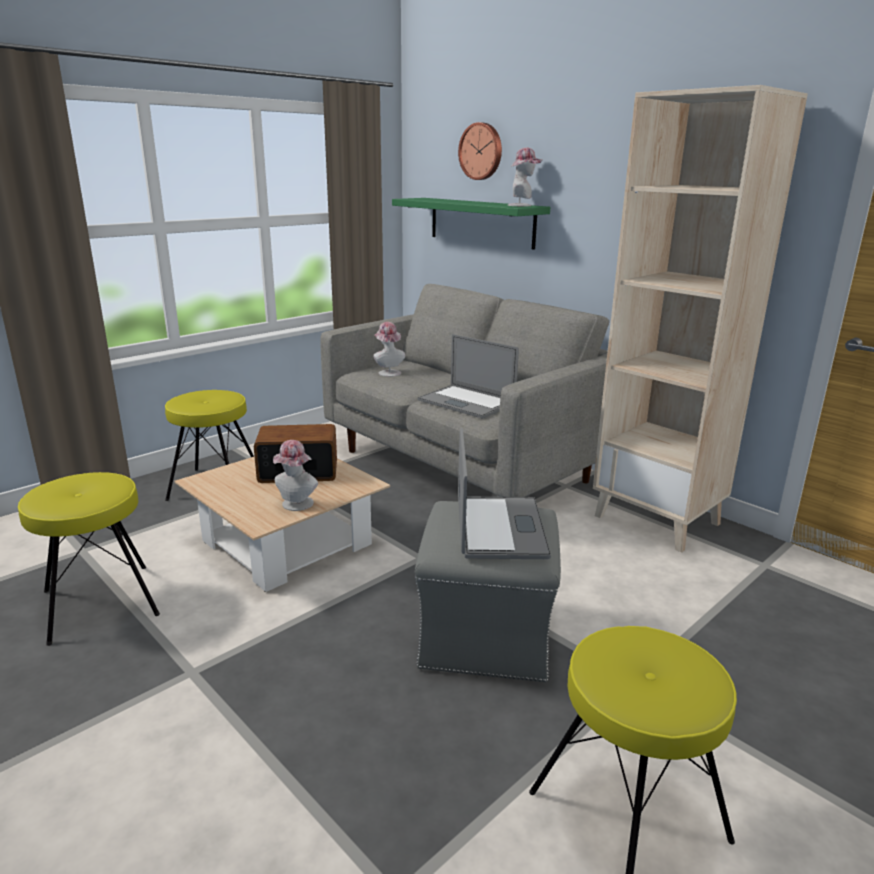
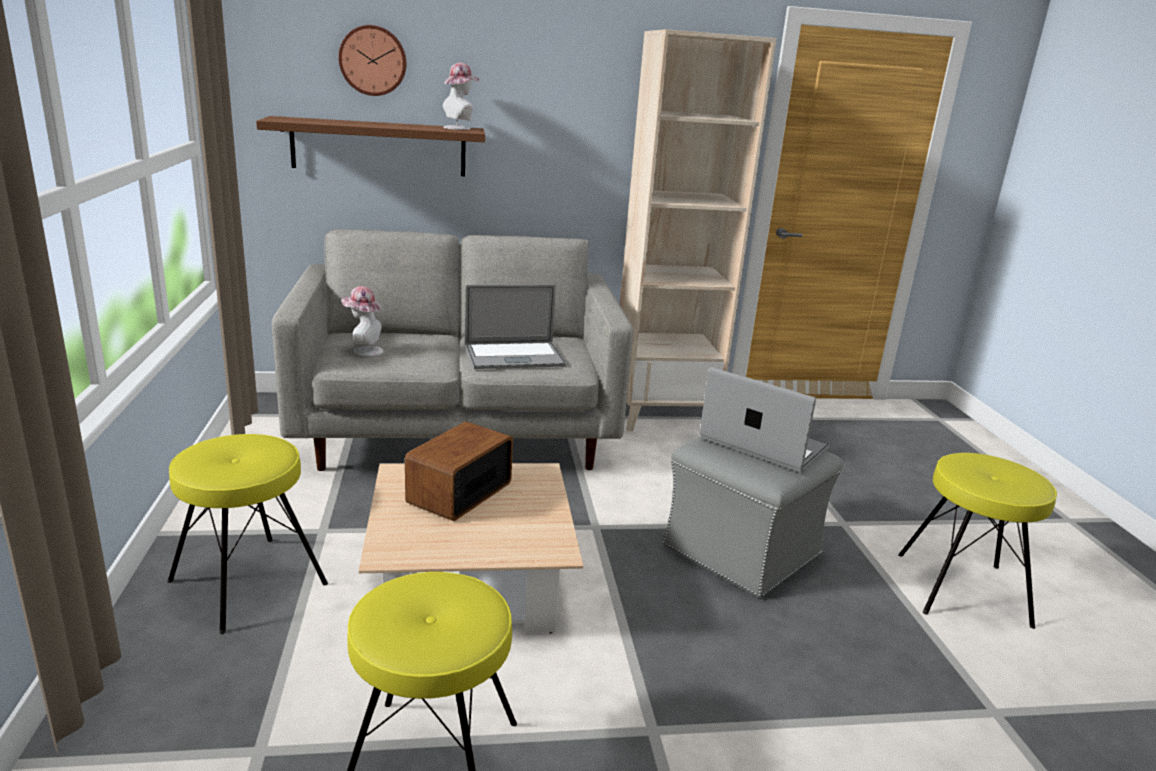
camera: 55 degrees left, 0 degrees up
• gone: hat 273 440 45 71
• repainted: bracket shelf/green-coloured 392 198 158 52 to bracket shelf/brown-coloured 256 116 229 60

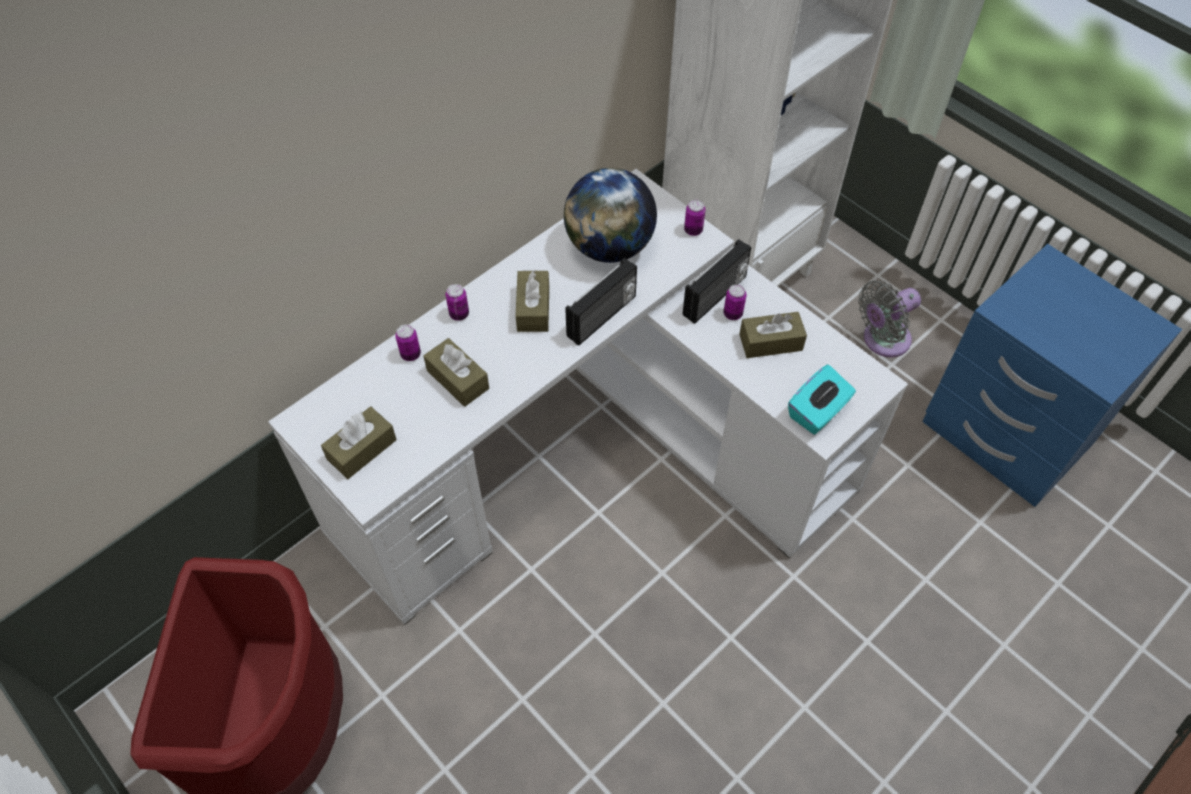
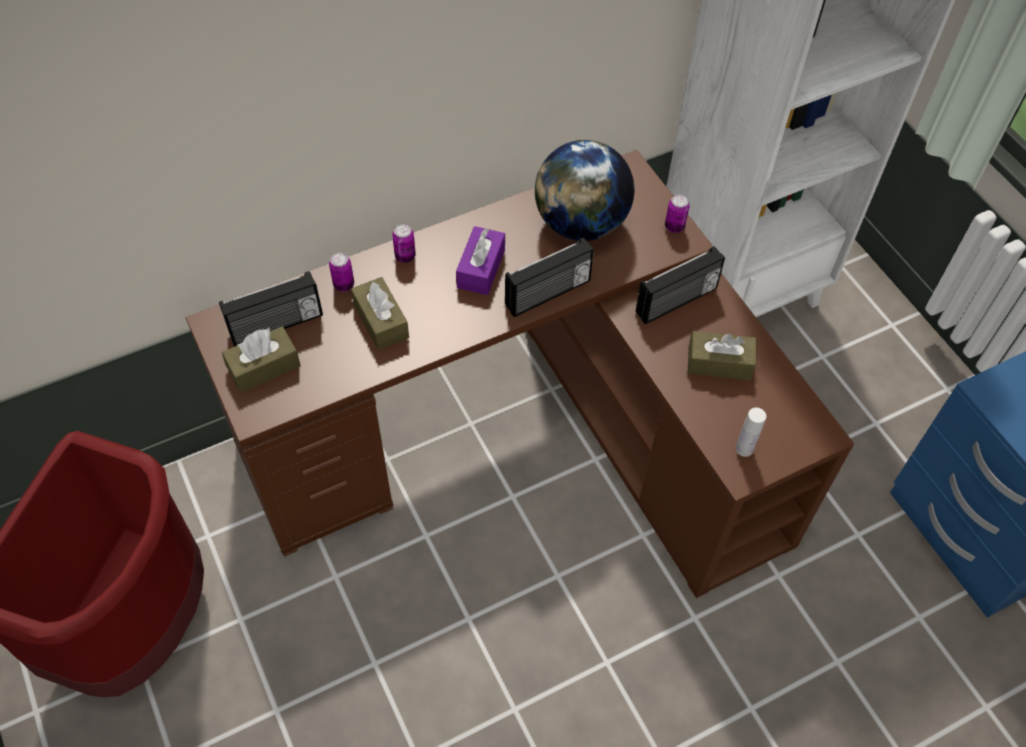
camera: 15 degrees right, 0 degrees up
• gone: can 723 284 23 36
• gone: fan/gray 858 281 63 76
• new: radio set 219 271 104 75
• swapped: box of tissues/turquoise 788 365 68 69 to bottle/white-coloured 735 408 31 49
• repainted: desk/white-coloured 268 169 640 456 to desk/brown-coloured 185 150 669 448
• repainted: box of tissues/brown-coloured 516 270 33 62 to box of tissues/purple-coloured 456 226 49 69

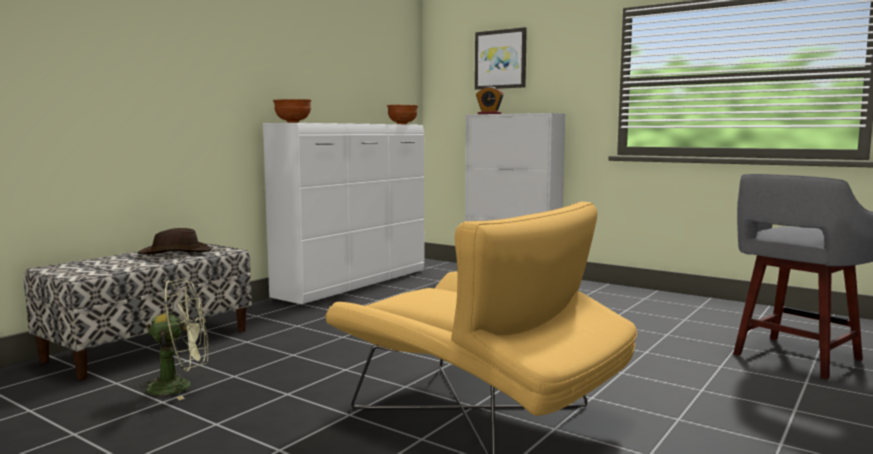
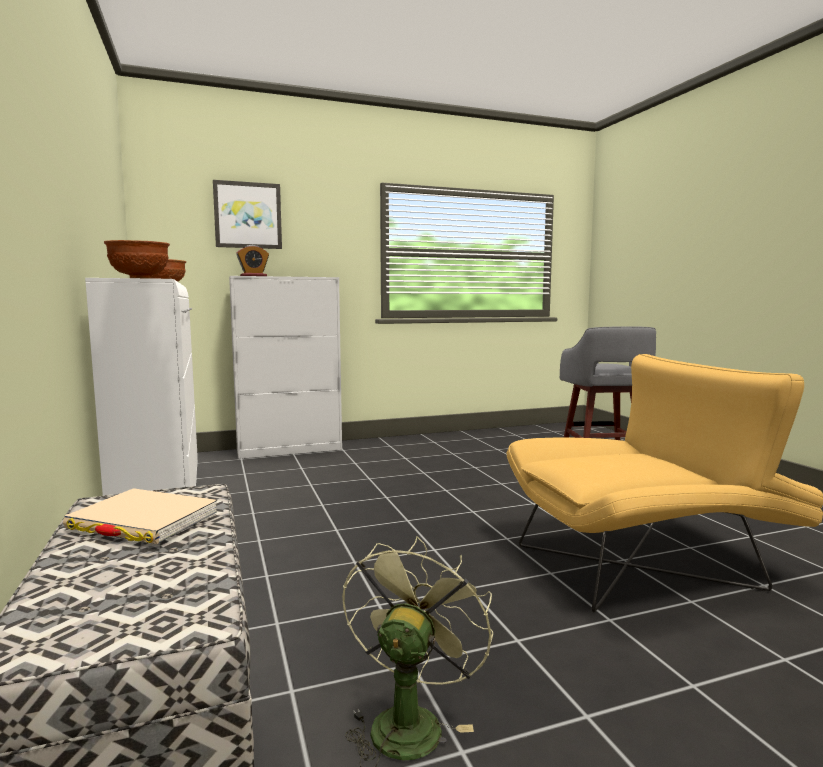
camera: 55 degrees left, 0 degrees up
• swapped: hat/brown-coloured 138 228 73 26 to bound book/sand-coloured 63 488 154 56

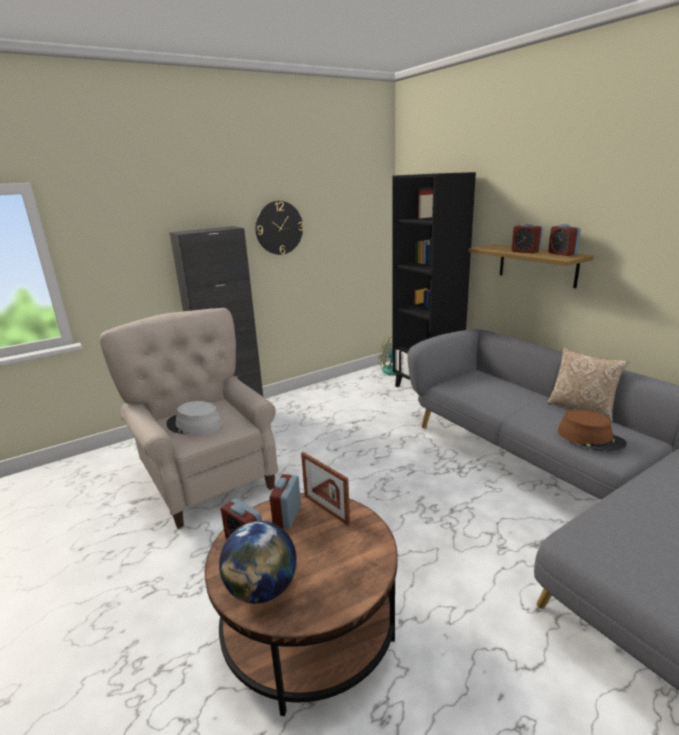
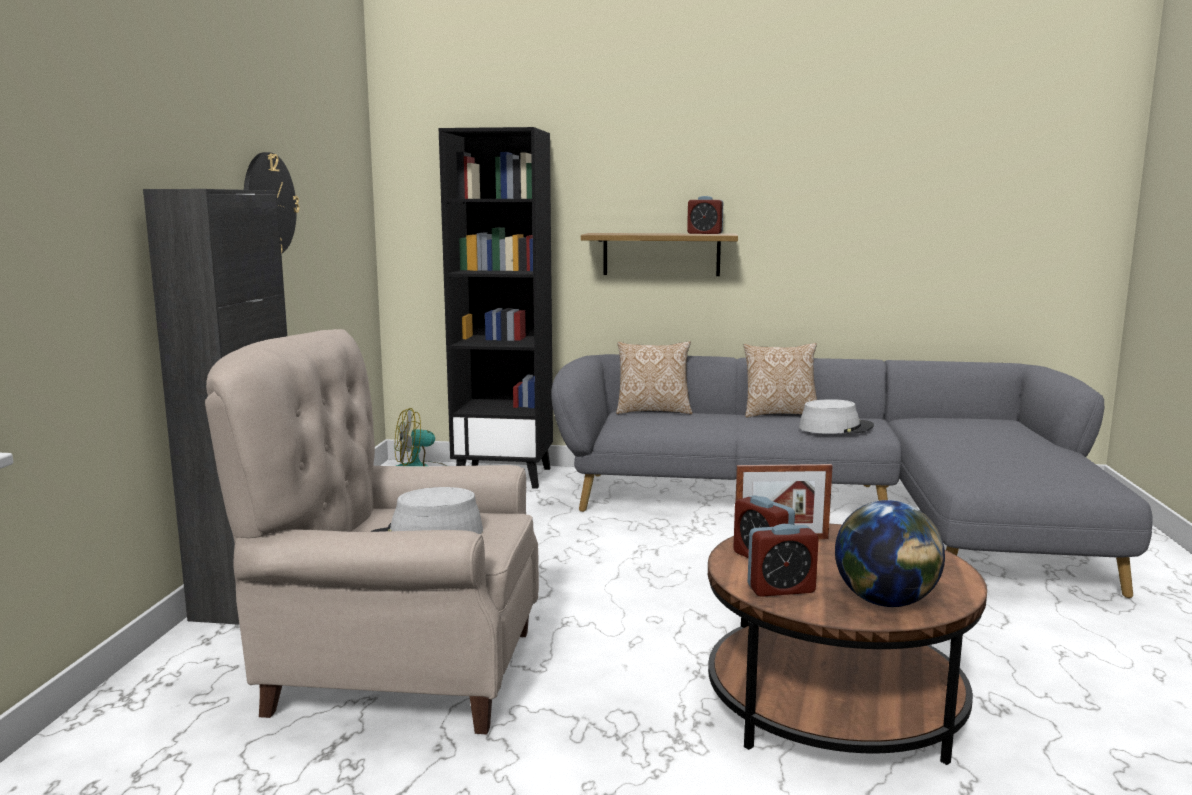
camera: 50 degrees left, 10 degrees down
• gone: table clock 511 223 32 31
• new: cushion 616 341 77 73
• repainted: hat/brown-coloured 558 410 69 42 to hat/gray 799 399 75 35

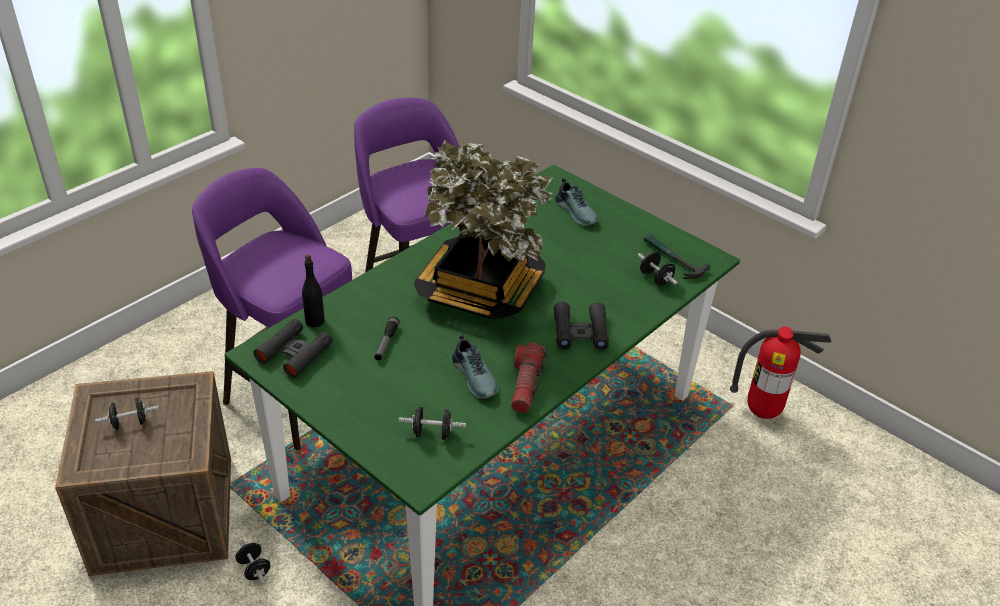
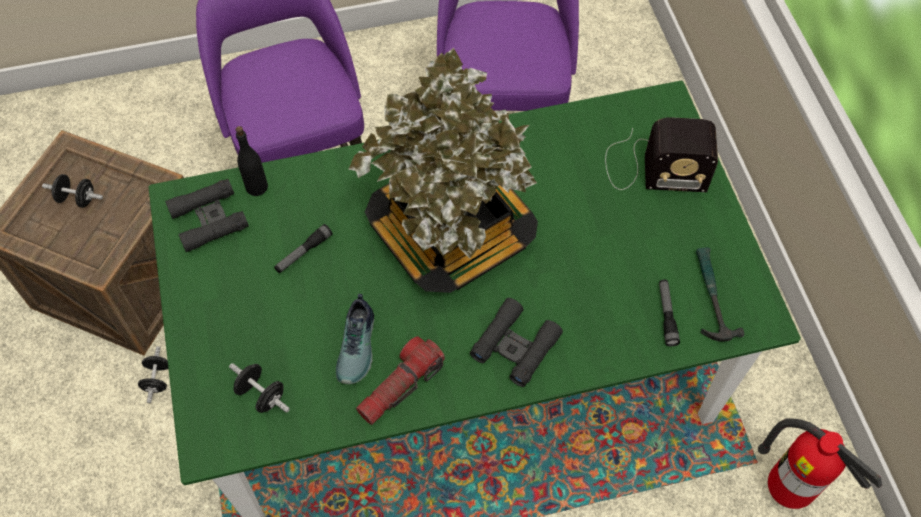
camera: 35 degrees right, 20 degrees up
• swapped: shoe 555 178 43 48 to radio set 605 117 113 75
• swapped: dumbbell/blackish 638 251 40 35 to torch 659 279 21 67

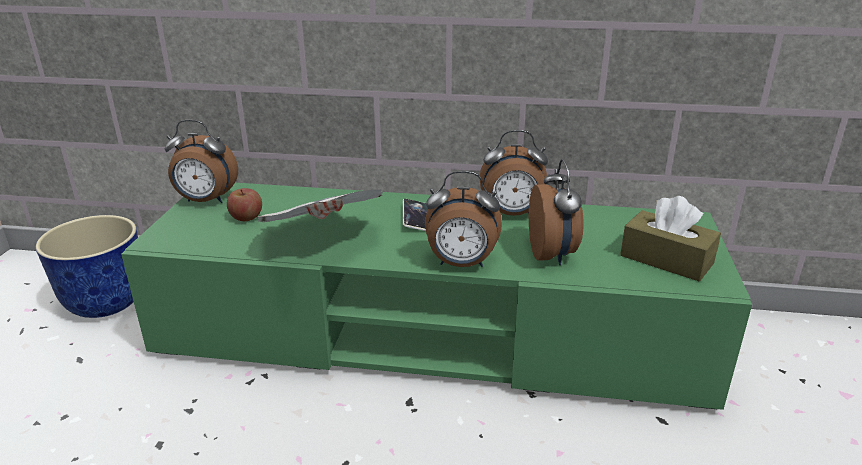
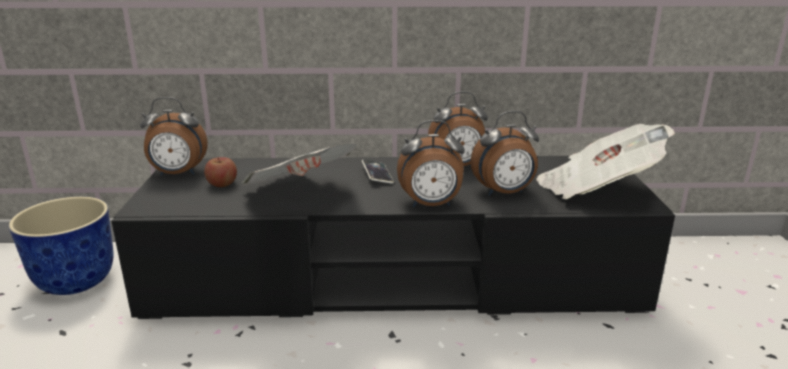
camera: 10 degrees left, 5 degrees down
• swapped: box of tissues/brown-coloured 620 196 101 85 to newspaper 536 124 139 75
• repainted: media console/green-coloured 121 183 631 227 to media console/blackish 111 156 564 163
• rotated: table clock 529 159 55 106 = 471 111 68 85 90 degrees clockwise

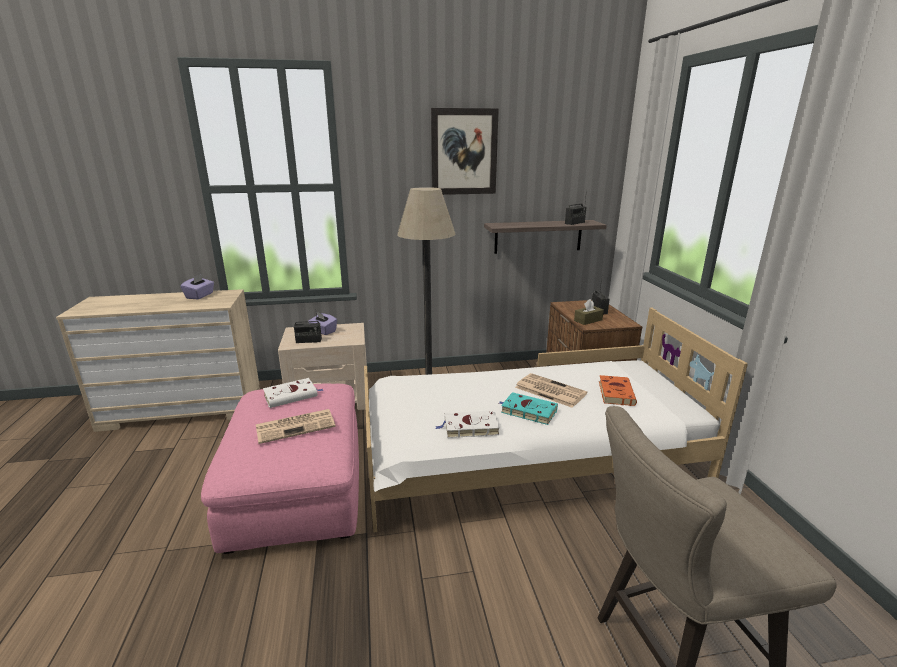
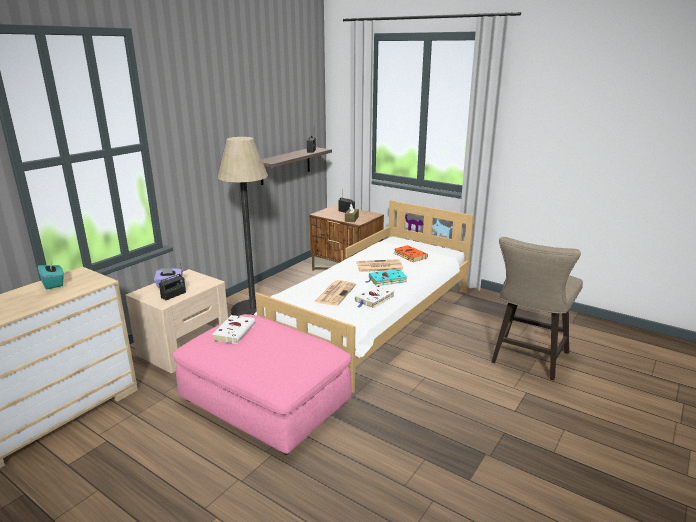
camera: 45 degrees left, 0 degrees up
• gone: picture 431 108 68 87
• shifted: newspaper 256 409 80 35 to 314 280 42 26
• repainted: box of tissues/purple-coloured 180 274 34 25 to box of tissues/turquoise 38 260 26 29

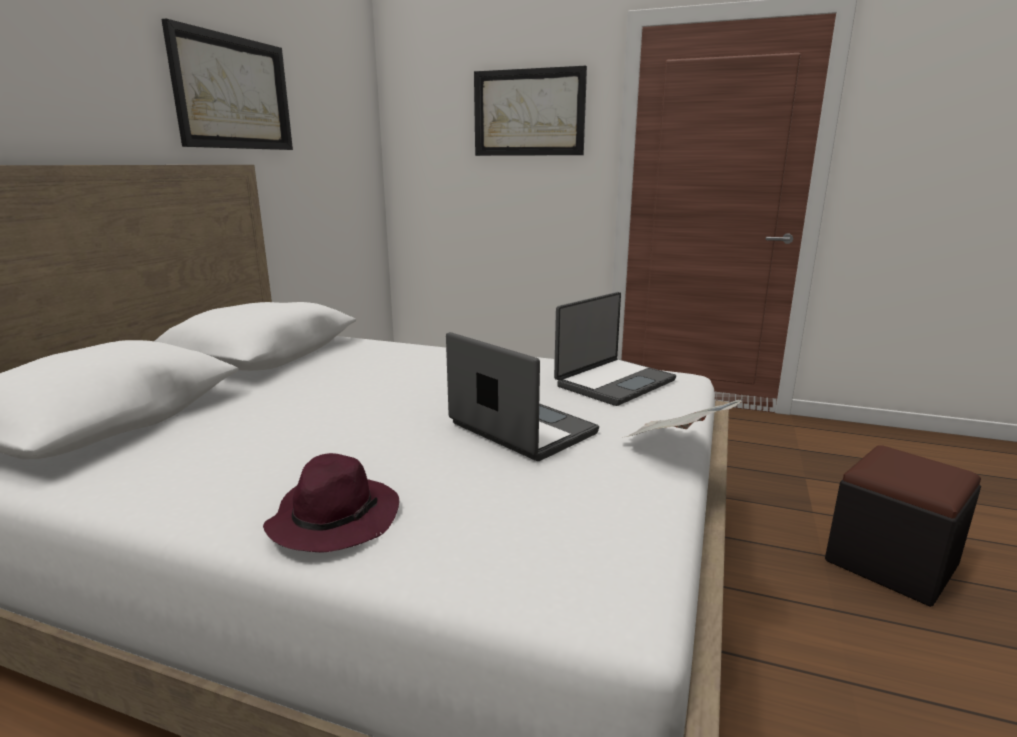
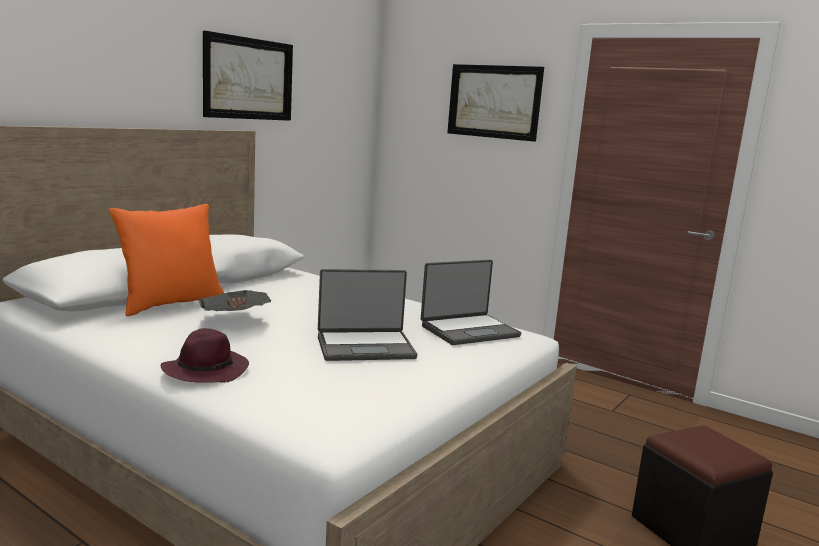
camera: 15 degrees right, 5 degrees down
• new: cushion/orangey 109 204 115 112
• shifted: newspaper 622 399 120 39 to 198 290 73 21
• rotated: notebook computer 446 332 153 129 = 318 269 99 92 105 degrees clockwise

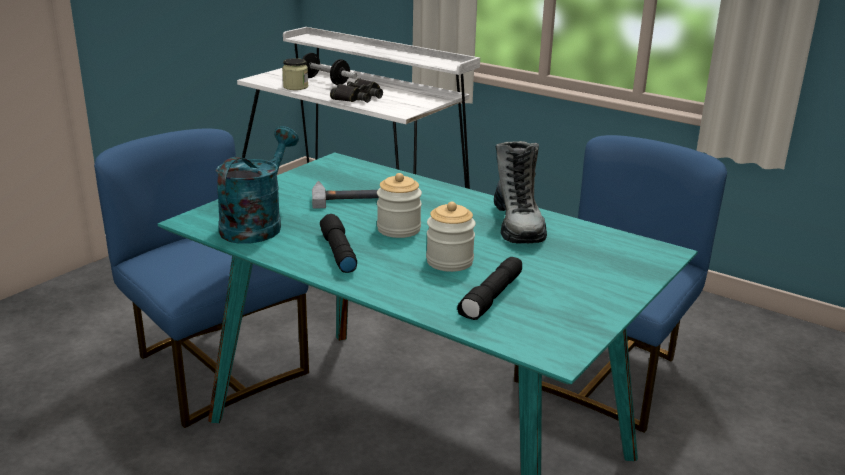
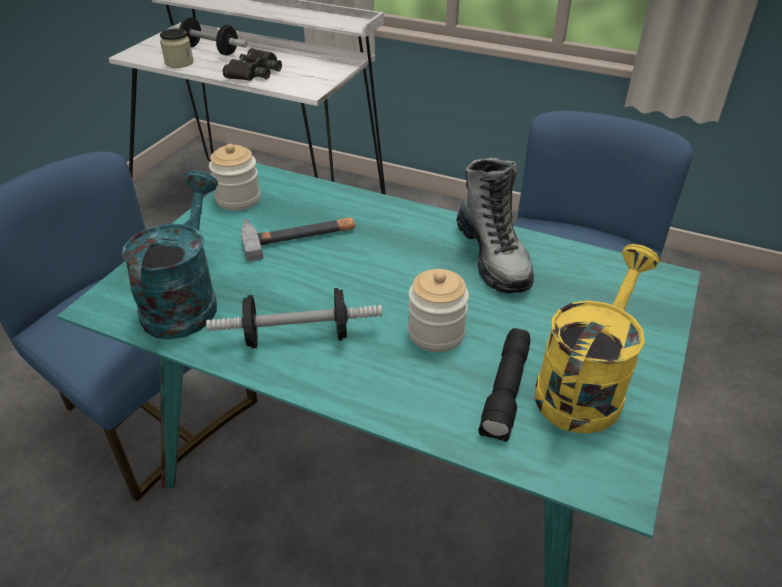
camera: 10 degrees left, 15 degrees up
• new: watering pot/yellowish 535 244 125 190
• shifted: preserve jar 377 173 45 65 to 209 144 52 67
• swapped: torch/blackish 320 214 37 59 to dumbbell 206 288 176 61

